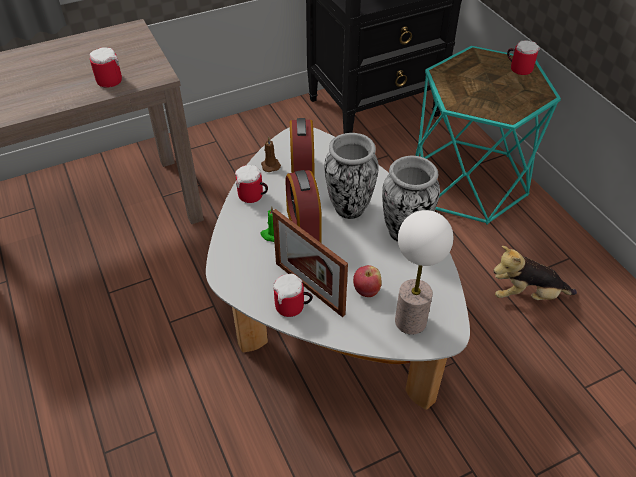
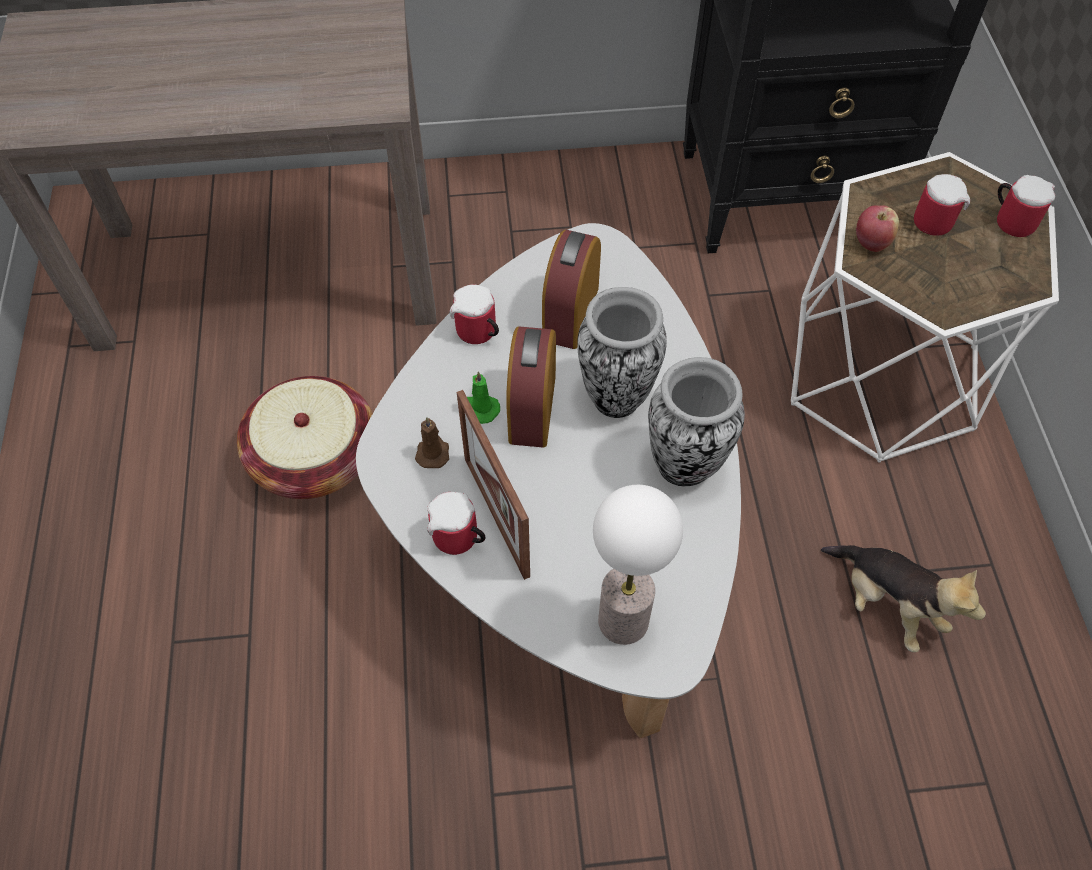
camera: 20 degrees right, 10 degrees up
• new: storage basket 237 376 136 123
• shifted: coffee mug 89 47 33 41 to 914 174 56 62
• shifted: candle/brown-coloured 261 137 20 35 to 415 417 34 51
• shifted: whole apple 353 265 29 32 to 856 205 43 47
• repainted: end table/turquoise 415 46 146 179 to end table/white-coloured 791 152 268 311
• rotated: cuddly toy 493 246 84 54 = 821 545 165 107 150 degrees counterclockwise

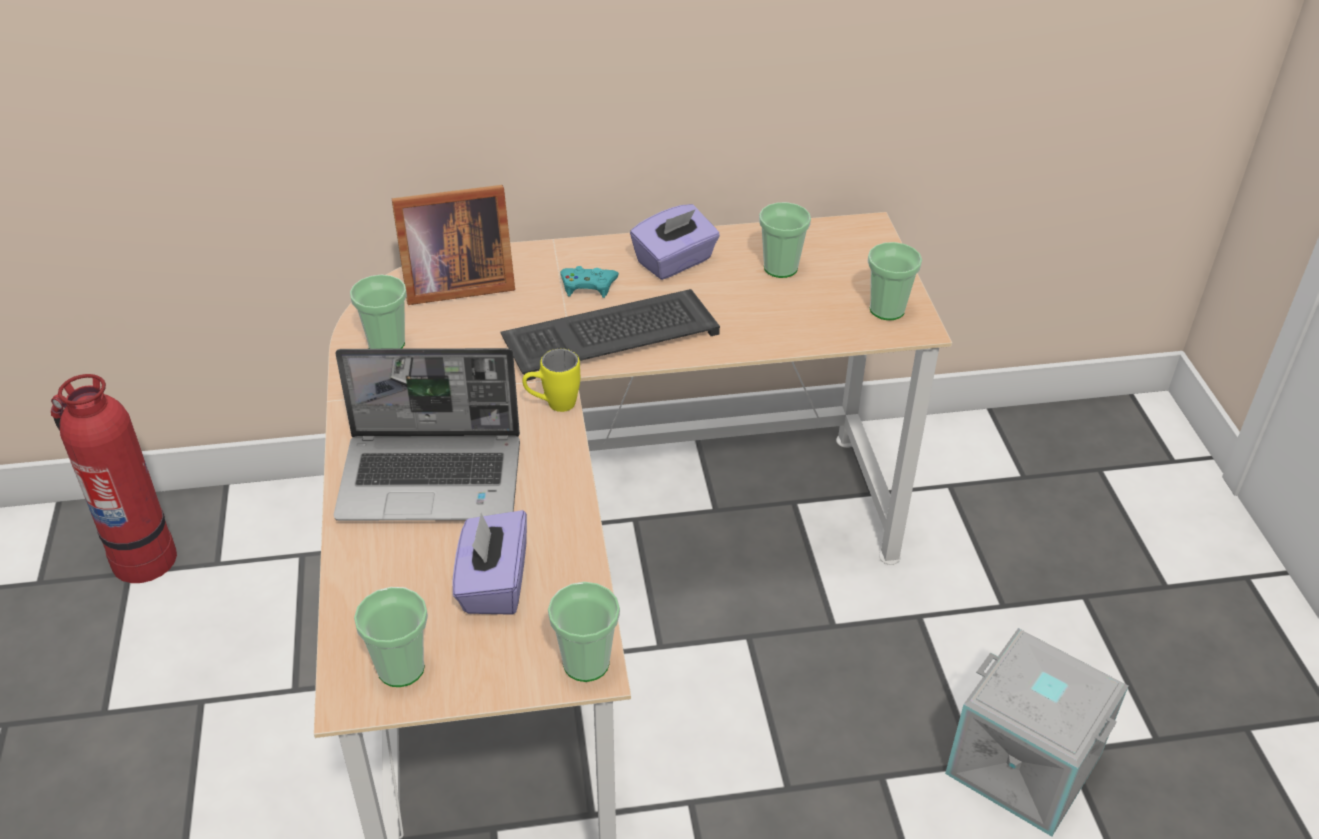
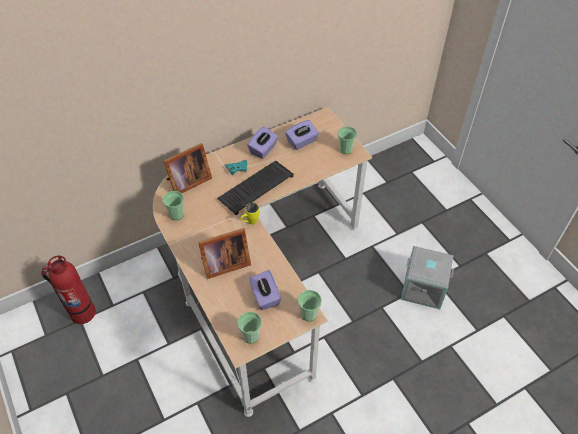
camera: 20 degrees left, 10 degrees up
• swapped: notebook computer 334 348 186 173 to standing frame 198 228 53 51
• swapped: cup 759 202 52 76 to box of tissues/purple-coloured 285 120 34 30

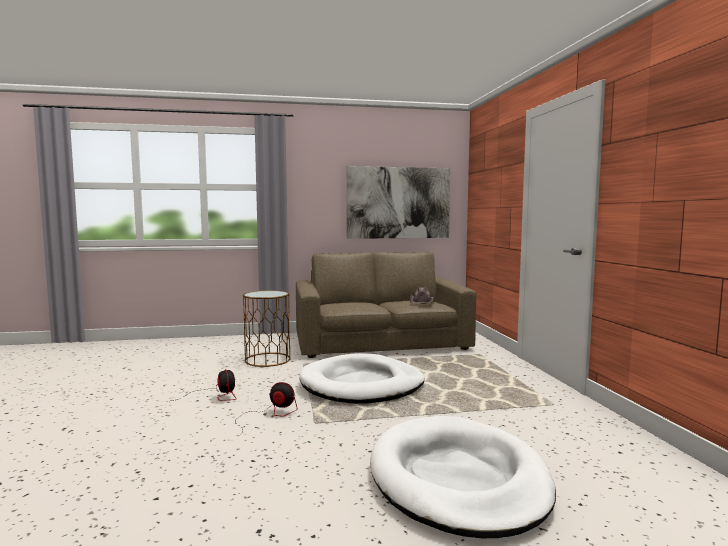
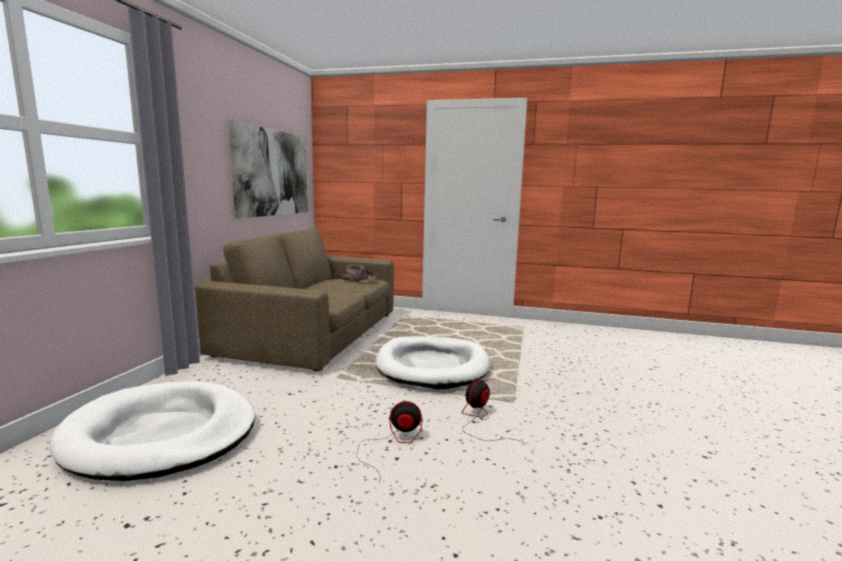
camera: 65 degrees left, 5 degrees up
• gone: end table/brown-coloured 243 290 48 77
• shifted: dog bed/white-coloured 370 416 186 122 to 50 381 205 100

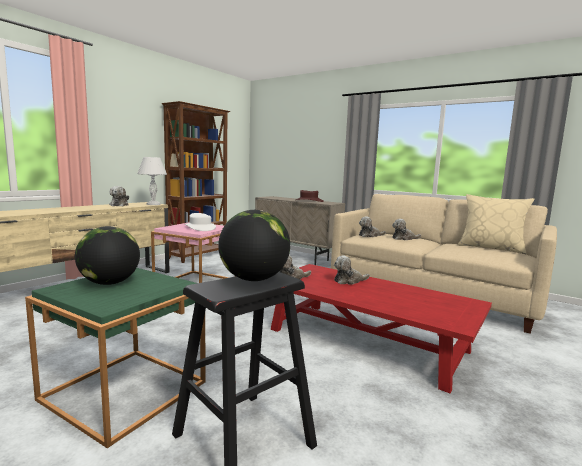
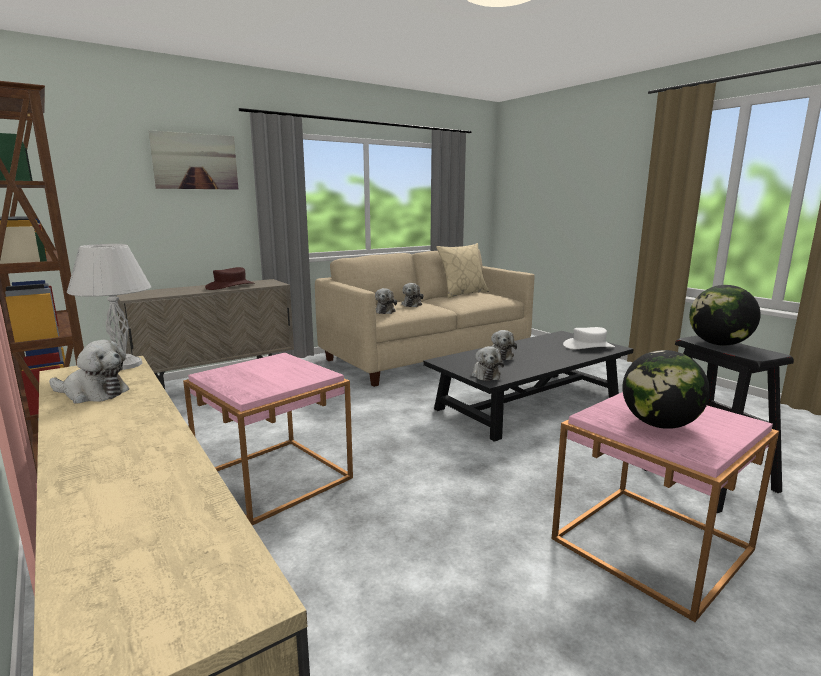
camera: 70 degrees left, 5 degrees up
• new: picture 149 130 89 60
• shifted: hat/white-coloured 185 213 31 18 to 563 327 52 22
• repainted: end table/green-coloured 25 268 181 180 to end table/pink 551 392 228 230
• repainted: low table/red-coloured 271 264 221 129 to low table/blackish 423 331 211 111

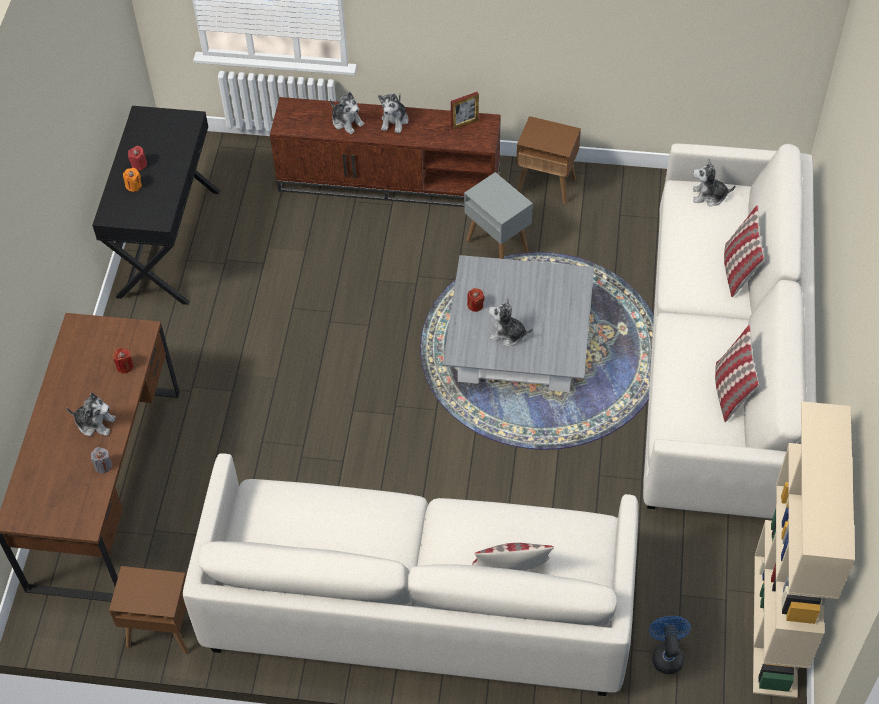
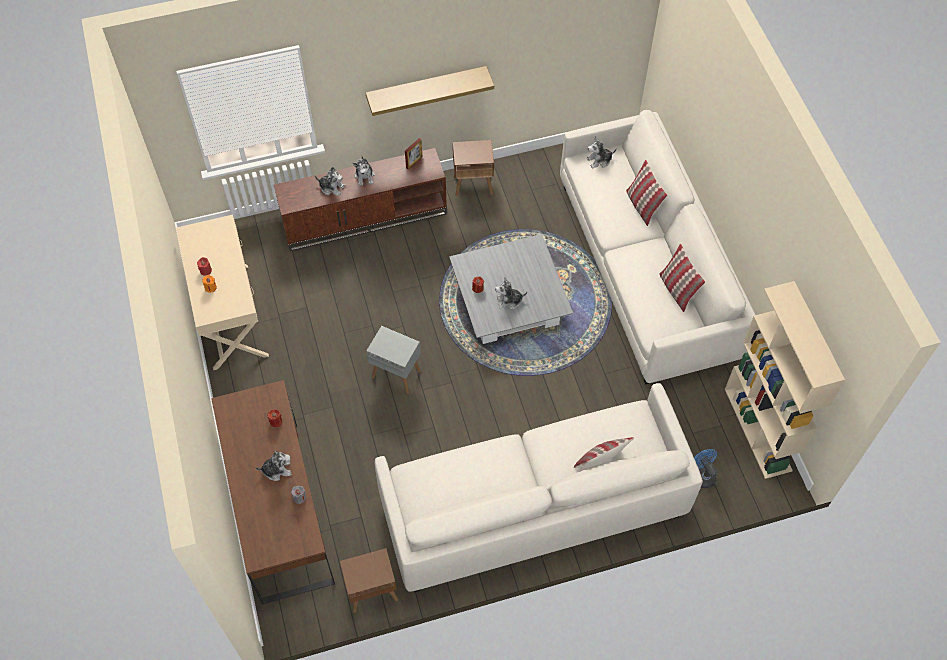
camera: 25 degrees left, 5 degrees up
• new: bracket shelf 366 66 128 50
• shifted: end table/gray 464 172 69 87 to 366 326 55 68
• repainted: narrow table/blackish 92 106 128 199 to narrow table/sand-coloured 176 215 93 155

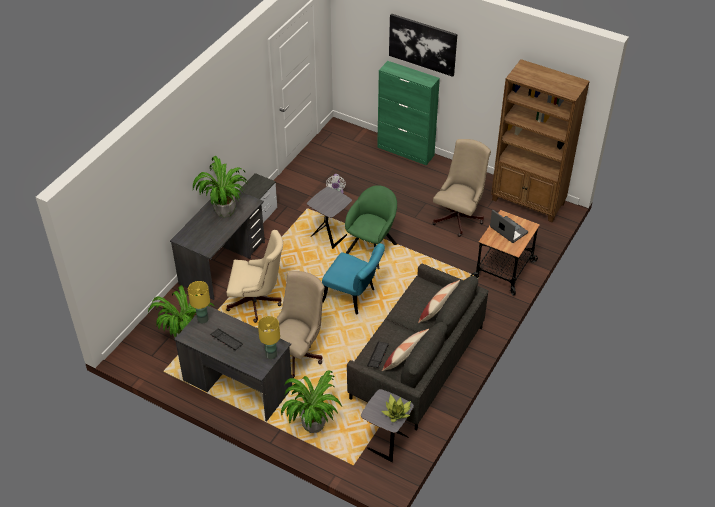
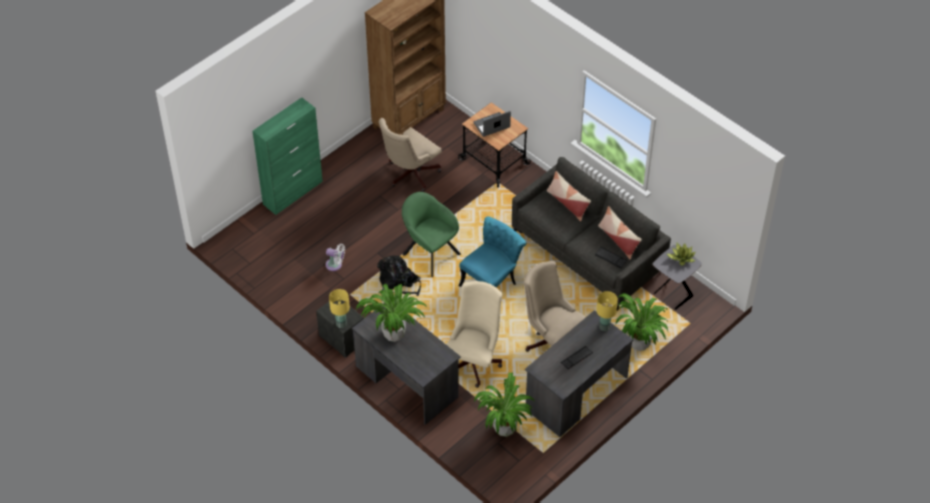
camera: 75 degrees left, 5 degrees up
• gone: picture 389 13 68 64
• shifted: table lamp/yellowish 188 281 22 42 to 329 289 21 39
• swapped: end table/gray 307 187 45 62 to rucksack/blackish 377 256 44 40
• rotated: desk chair/sand-coloured 432 139 59 98 = 379 118 63 74 90 degrees counterclockwise

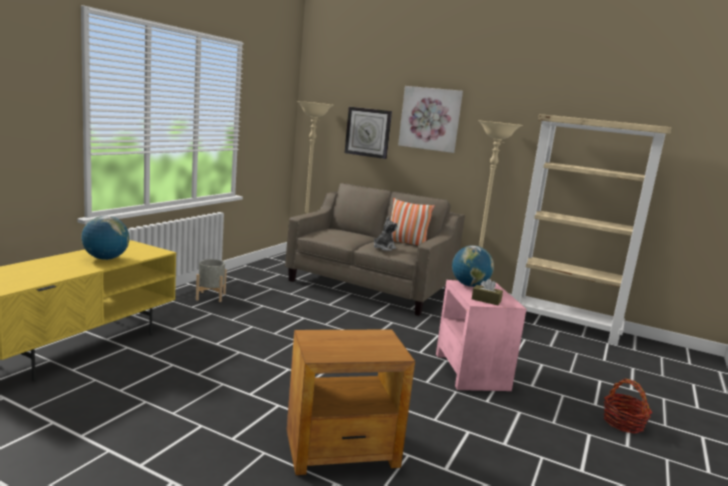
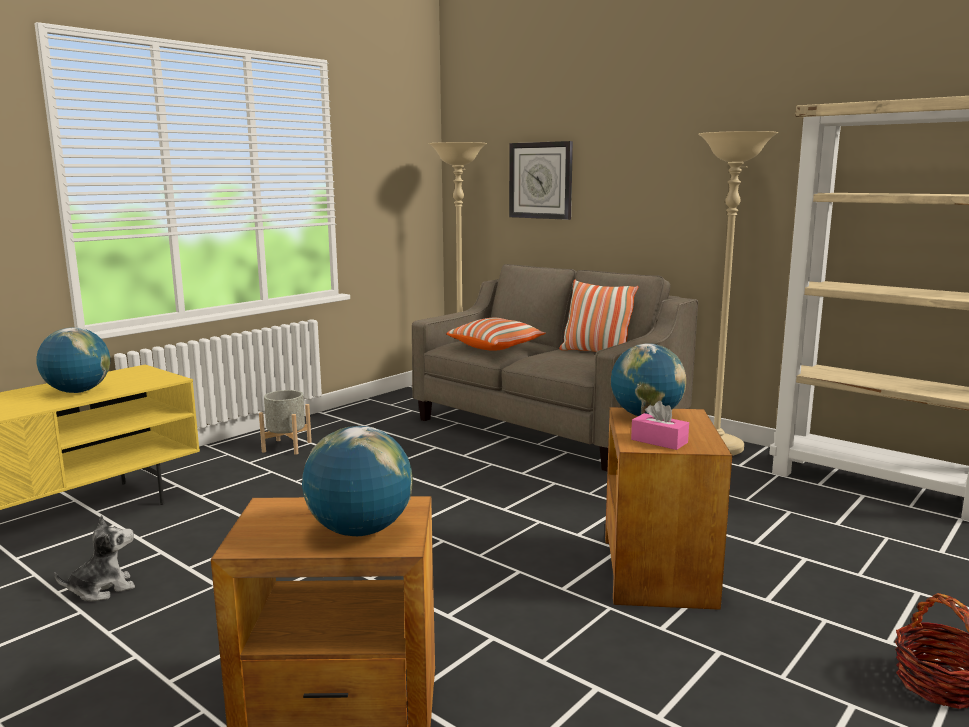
camera: 15 degrees right, 0 degrees up
• gone: picture 398 86 65 67
• new: world globe 302 426 111 110
• new: cushion 446 318 100 33
• shifted: cuddly toy 374 217 24 34 to 54 515 81 86
• repainted: end table/pink 436 280 91 111 to end table/brown-coloured 605 407 127 203
• repainted: box of tissues/brown-coloured 472 279 31 26 to box of tissues/pink 631 401 58 49

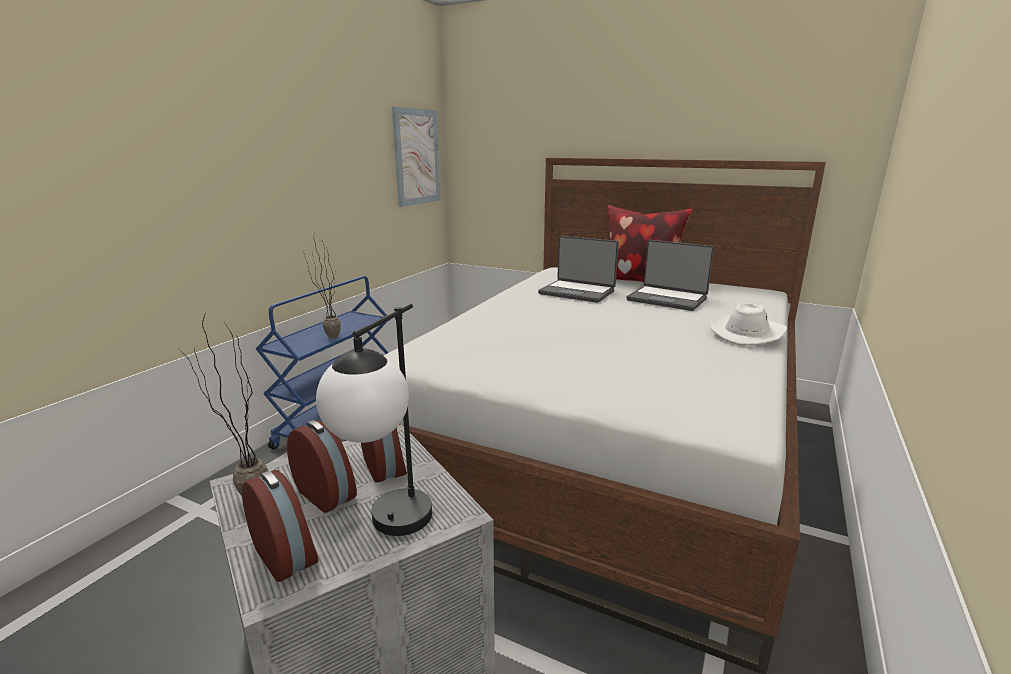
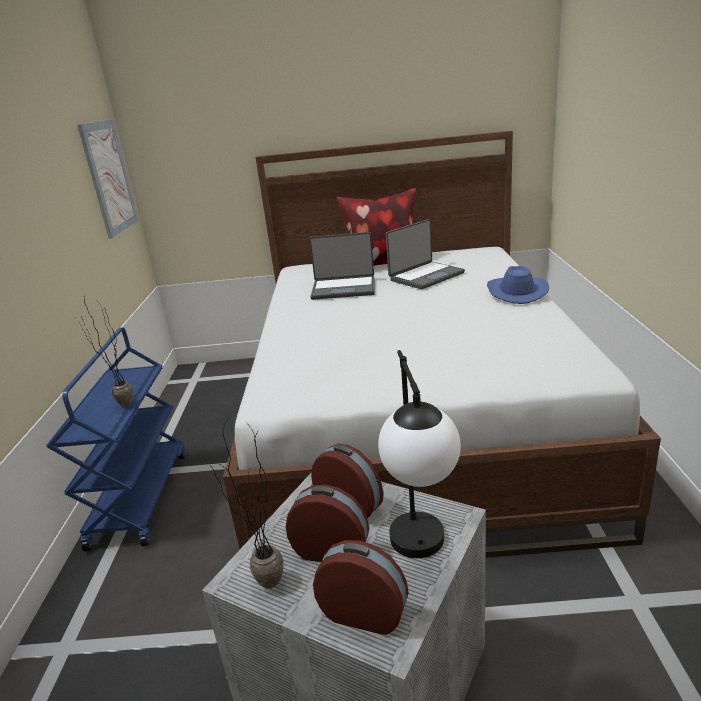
camera: 25 degrees left, 5 degrees up
• repainted: hat/white-coloured 710 303 77 42 to hat/bluish 487 266 62 38
• rotated: notebook computer 627 240 87 71 = 386 219 79 70 45 degrees counterclockwise

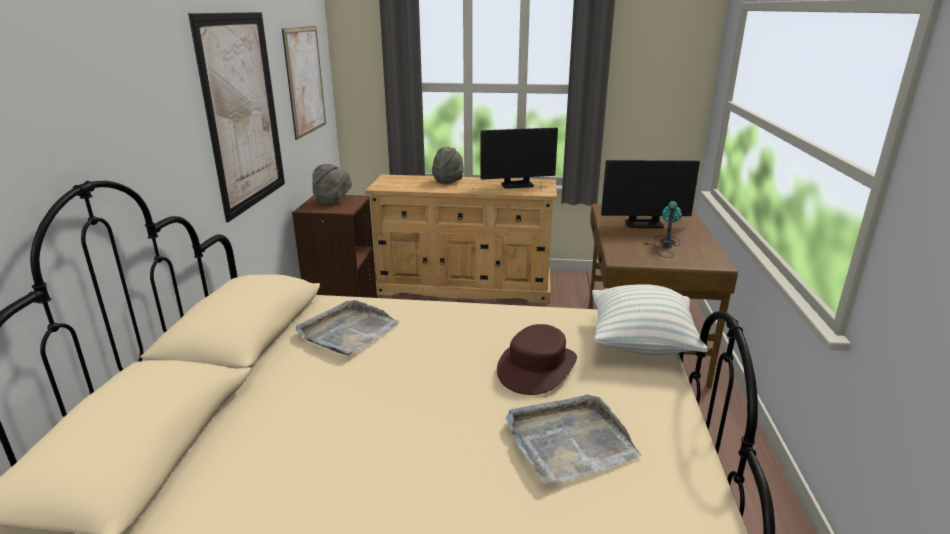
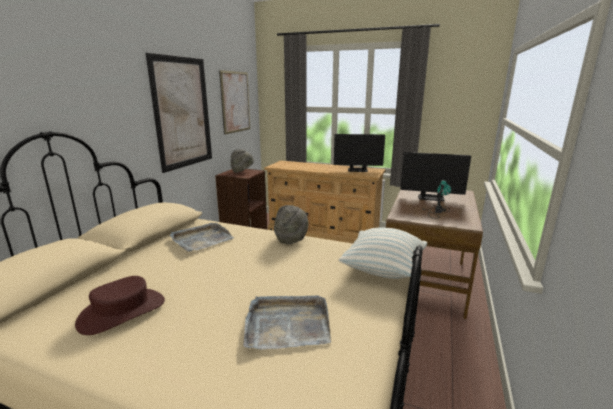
camera: 15 degrees right, 5 degrees down
• shifted: hat/gray 432 147 32 37 to 274 205 35 39
• shifted: hat/brown-coloured 497 324 80 71 to 75 276 90 59

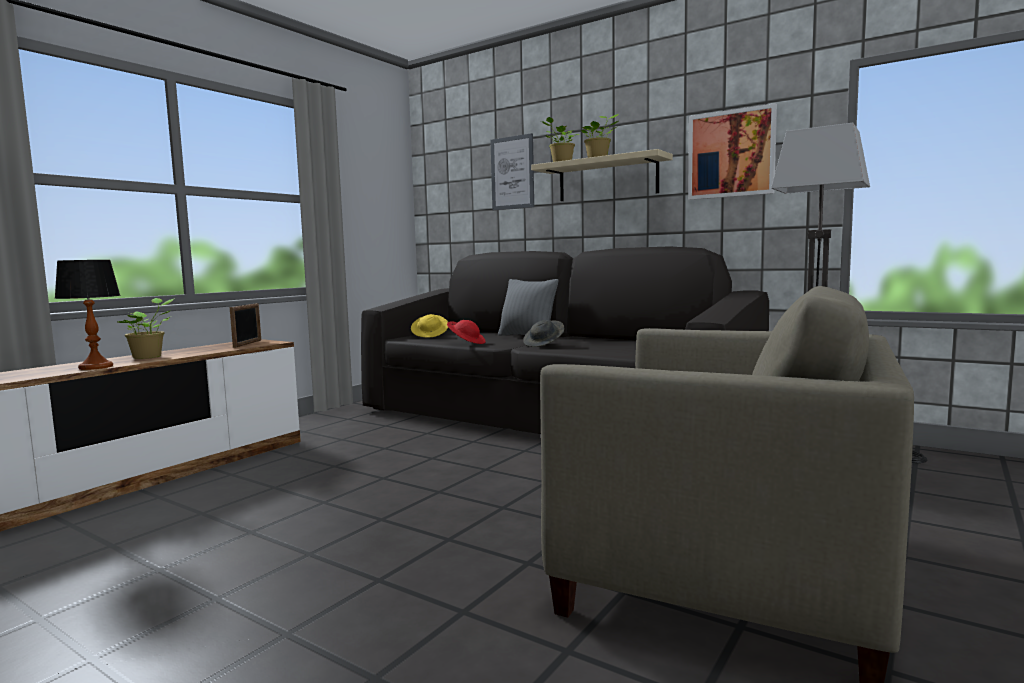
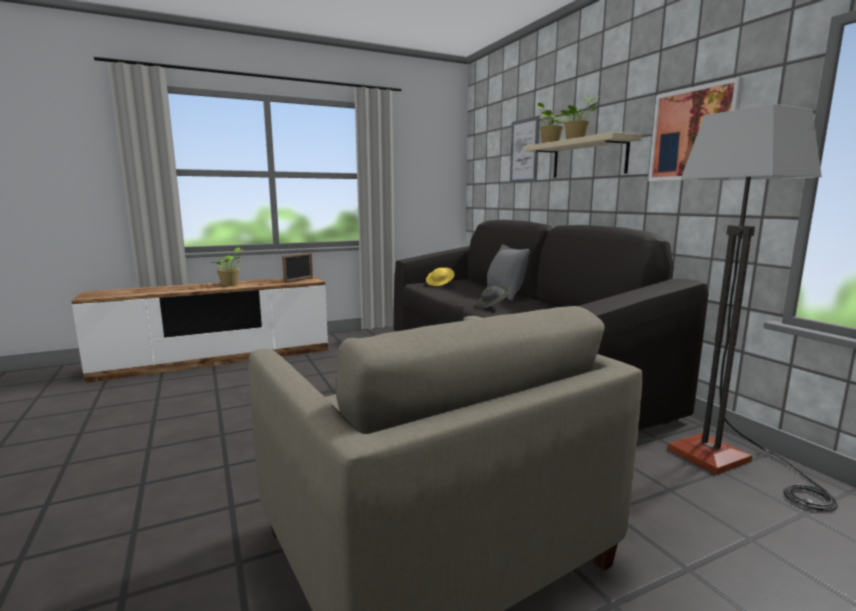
camera: 30 degrees right, 5 degrees up
• gone: table lamp 55 260 66 110
• gone: hat/red-coloured 447 320 39 24

